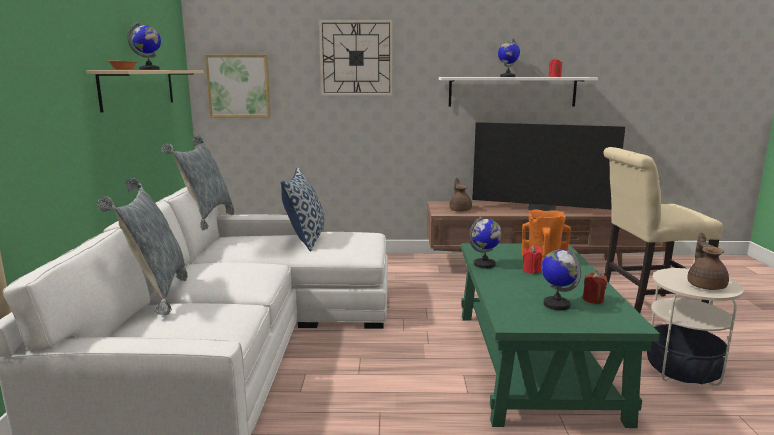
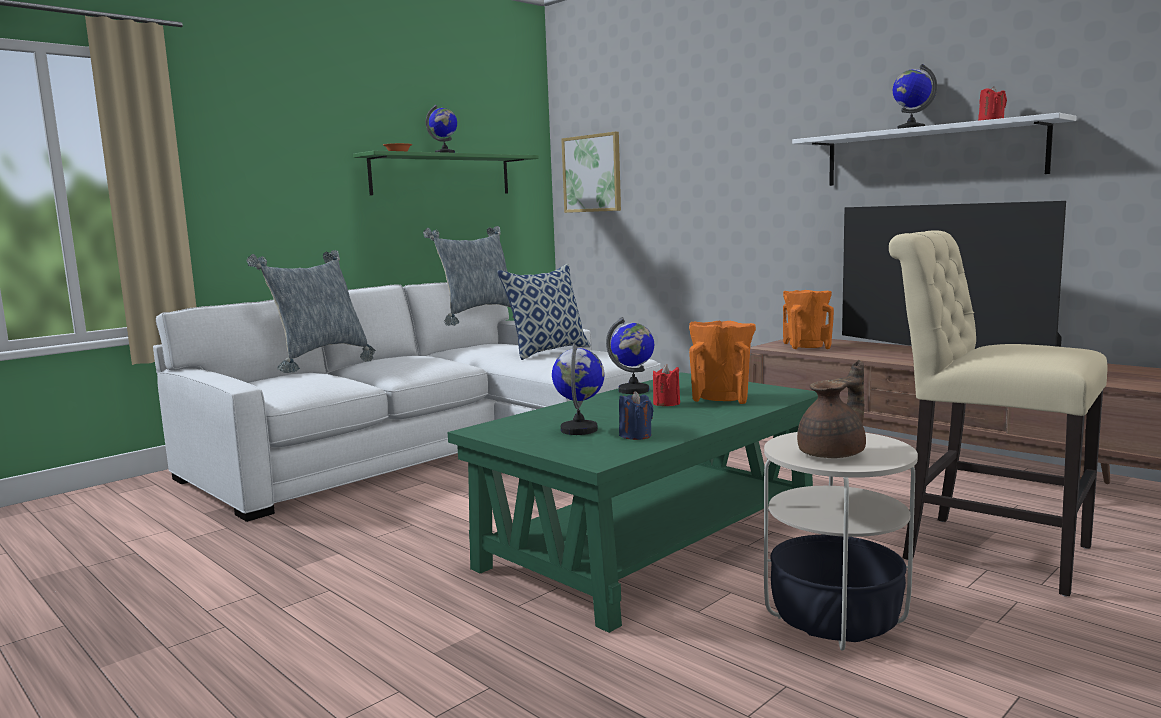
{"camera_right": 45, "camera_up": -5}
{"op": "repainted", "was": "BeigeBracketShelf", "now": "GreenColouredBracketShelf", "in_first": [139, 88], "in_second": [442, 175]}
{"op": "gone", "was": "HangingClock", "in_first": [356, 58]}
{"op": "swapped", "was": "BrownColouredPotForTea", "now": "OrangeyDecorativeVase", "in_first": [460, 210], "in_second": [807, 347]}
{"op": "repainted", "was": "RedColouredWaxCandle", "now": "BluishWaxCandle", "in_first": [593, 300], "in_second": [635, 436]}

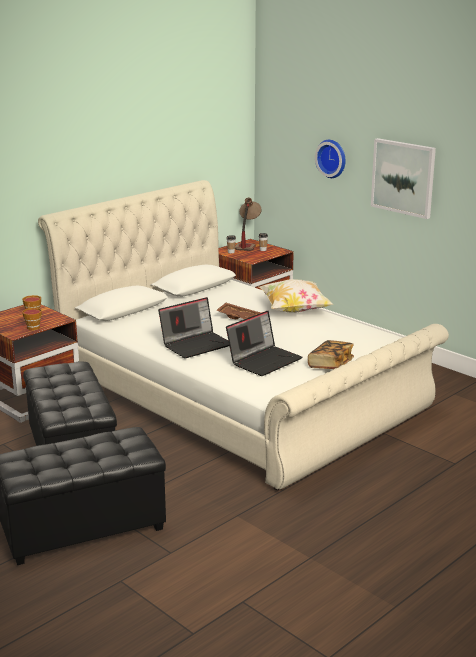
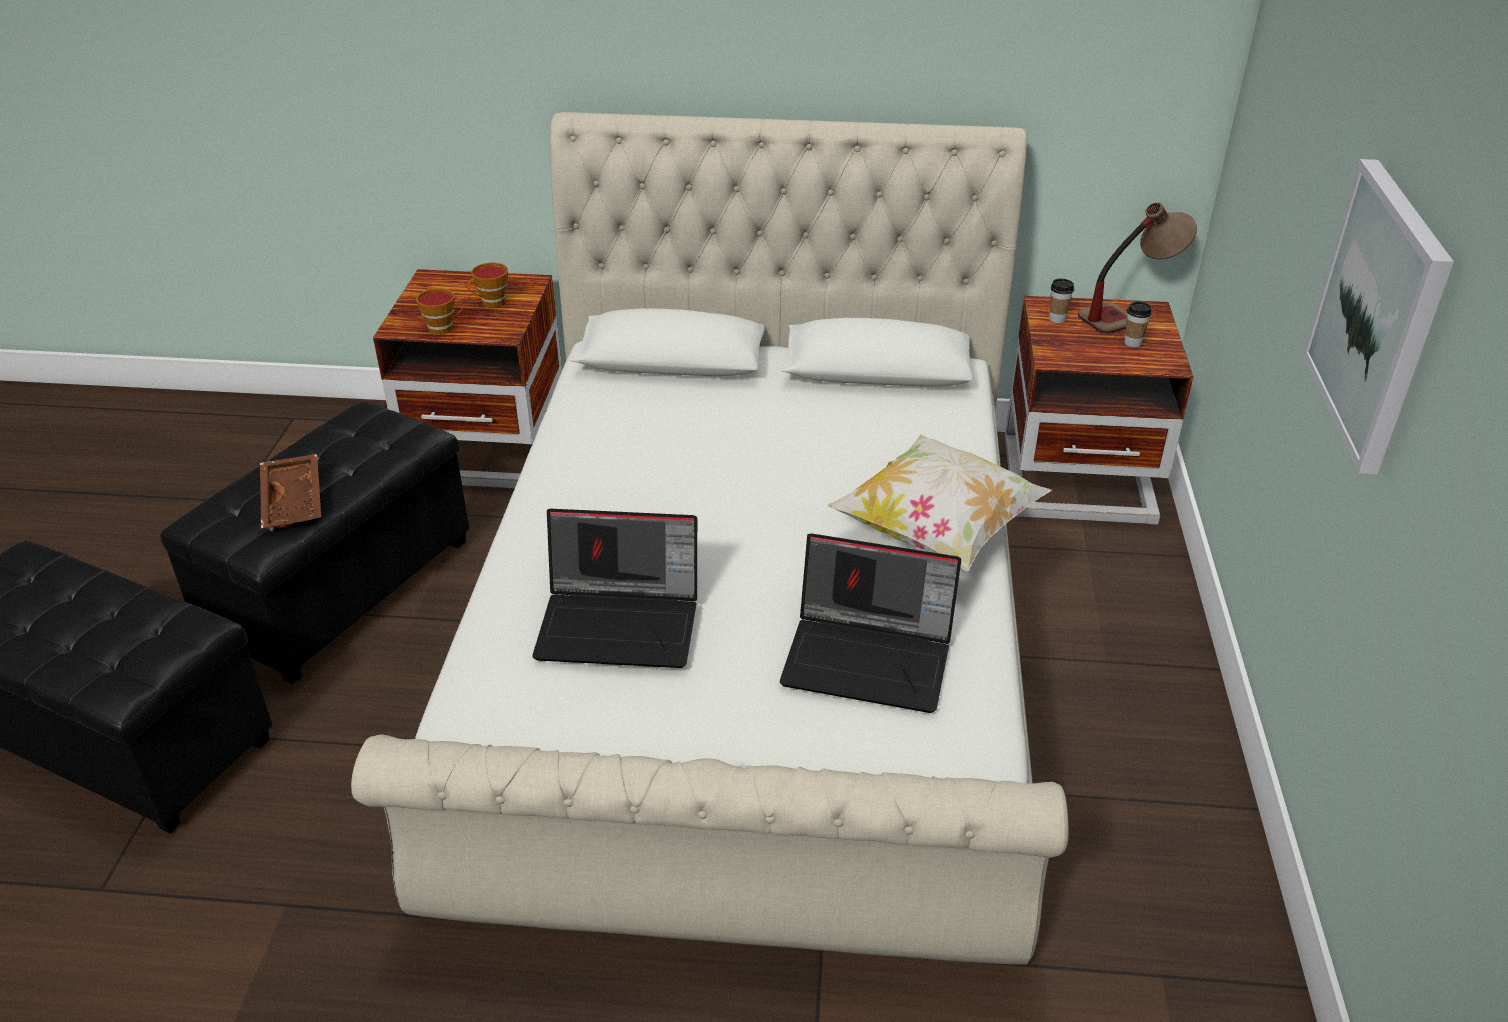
{"camera_right": 50, "camera_up": 15}
{"op": "shifted", "was": "NotebookComputer", "in_first": [196, 344], "in_second": [870, 658]}
{"op": "shifted", "was": "BrownColouredTray", "in_first": [239, 317], "in_second": [295, 501]}
{"op": "gone", "was": "BoundBook", "in_first": [330, 365]}
{"op": "gone", "was": "HangingClock", "in_first": [332, 158]}

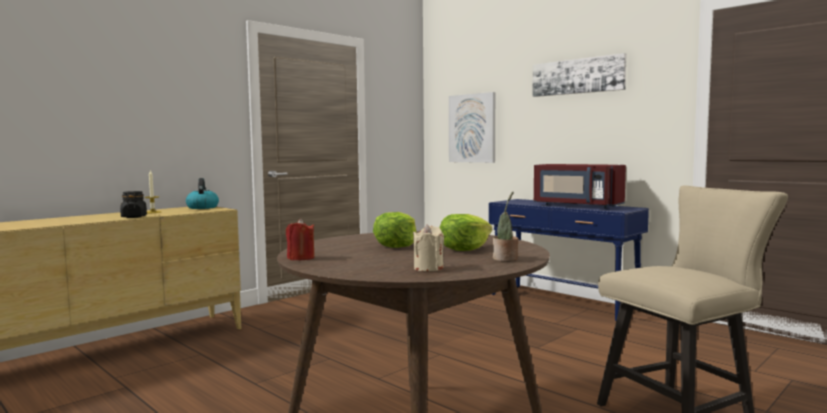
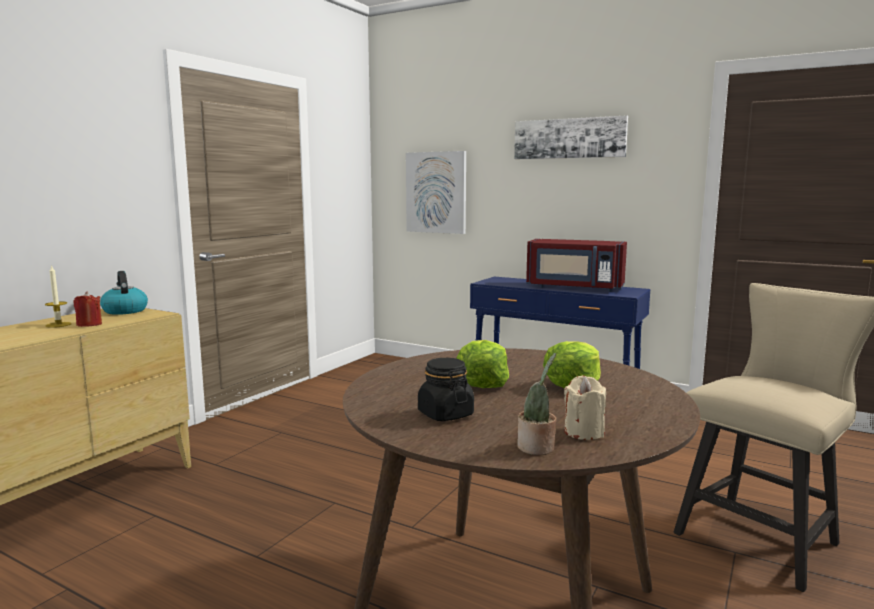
{"camera_right": -15, "camera_up": 5}
{"op": "shifted", "was": "BlackJar", "in_first": [134, 217], "in_second": [445, 414]}
{"op": "shifted", "was": "RedColouredWaxCandle", "in_first": [300, 258], "in_second": [89, 324]}
{"op": "shifted", "was": "PlantInAPot", "in_first": [506, 259], "in_second": [537, 448]}

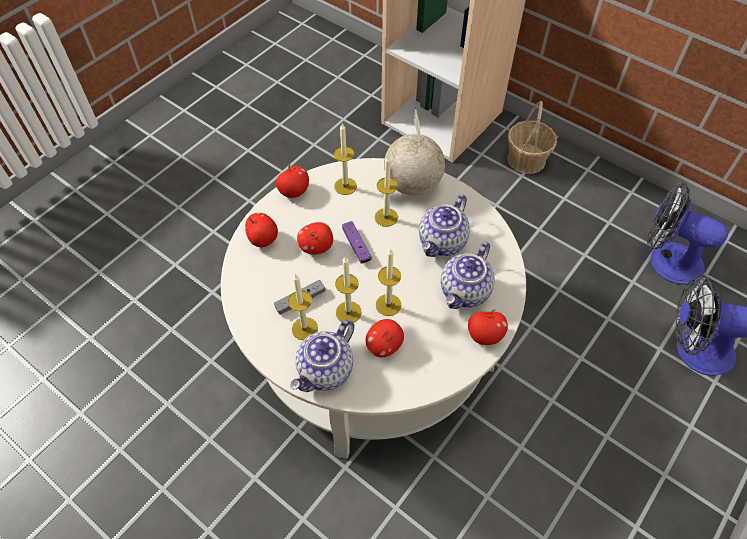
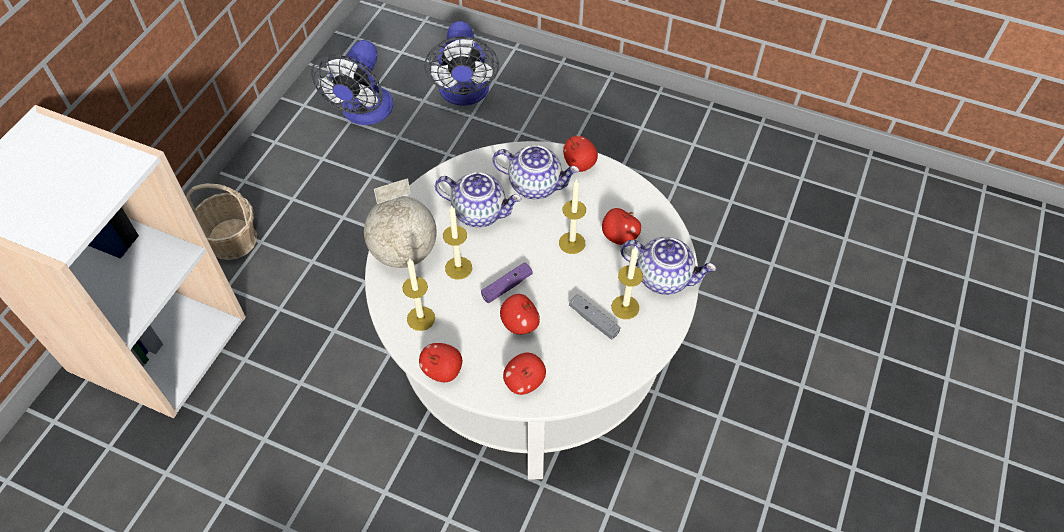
{"camera_right": -105, "camera_up": 0}
{"op": "gone", "was": "WaxCandle", "in_first": [348, 312]}

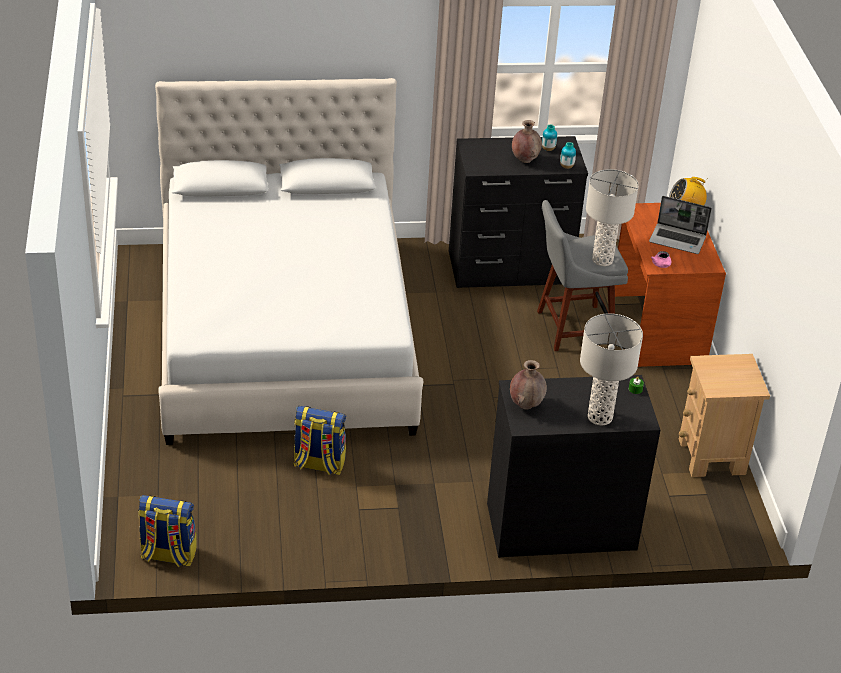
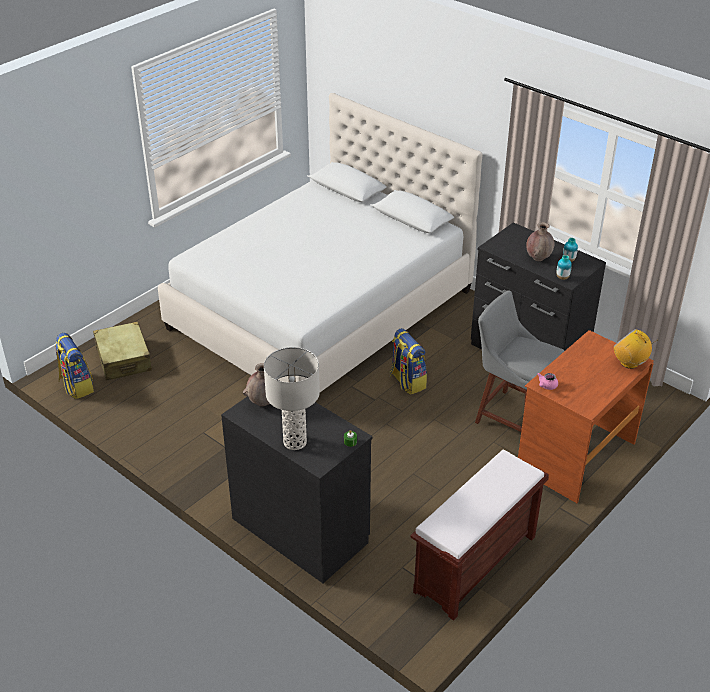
{"camera_right": 50, "camera_up": 0}
{"op": "shifted", "was": "Backpack", "in_first": [319, 464], "in_second": [407, 381]}
{"op": "gone", "was": "WhitishTableLamp", "in_first": [603, 260]}
{"op": "gone", "was": "NotebookComputer", "in_first": [678, 240]}
{"op": "swapped", "was": "BeigeNightstand", "now": "BrownColouredIndoorBench", "in_first": [710, 457], "in_second": [475, 565]}
{"op": "new", "now": "BeigePieceOfLuggage", "in_second": [123, 359]}

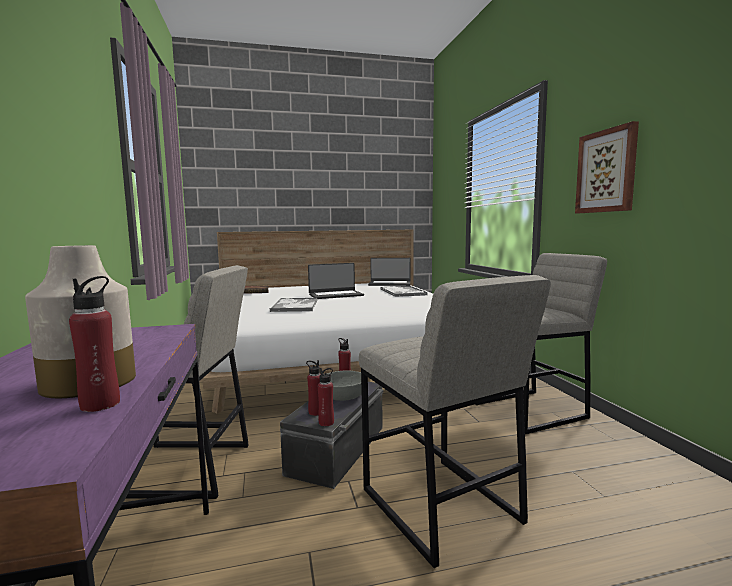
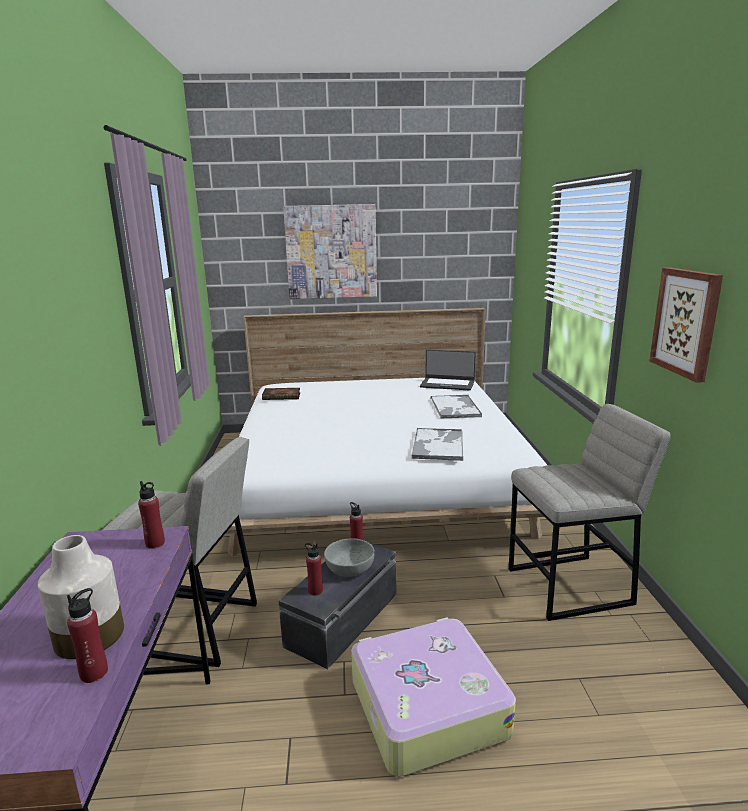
{"camera_right": 10, "camera_up": 10}
{"op": "shifted", "was": "Tray", "in_first": [295, 305], "in_second": [438, 444]}
{"op": "gone", "was": "NotebookComputer", "in_first": [335, 295]}
{"op": "shifted", "was": "RedColouredBeverageBottle", "in_first": [326, 423], "in_second": [155, 543]}
{"op": "swapped", "was": "GreyChair", "now": "PieceOfLuggage", "in_first": [443, 507], "in_second": [426, 706]}
{"op": "new", "now": "WallPicture", "in_second": [331, 252]}

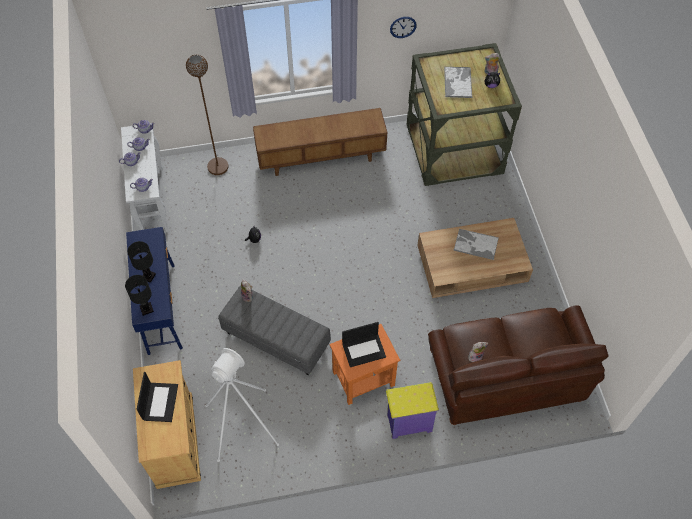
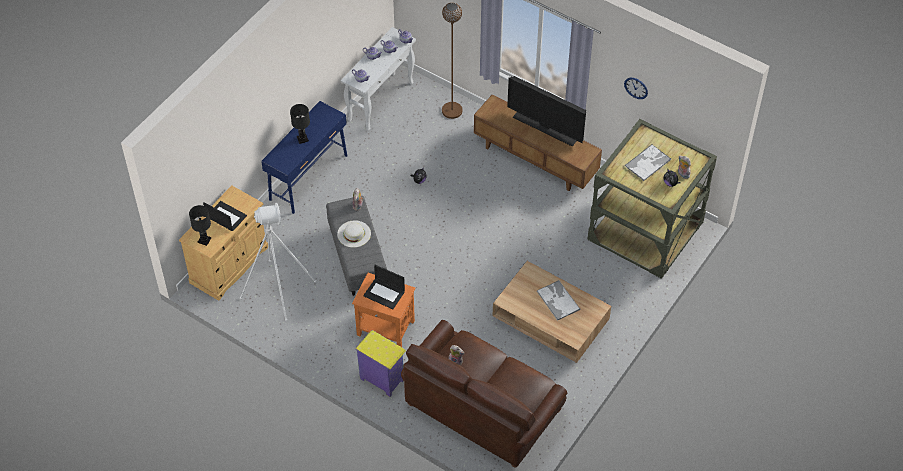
{"camera_right": 45, "camera_up": -5}
{"op": "shifted", "was": "BlackTableLamp", "in_first": [146, 309], "in_second": [204, 240]}
{"op": "rotated", "was": "NotebookComputer", "in_first": [160, 401], "in_second": [225, 216], "clockwise": -105}
{"op": "new", "now": "WhitishWearableHat", "in_second": [354, 234]}
{"op": "new", "now": "Television", "in_second": [545, 128]}

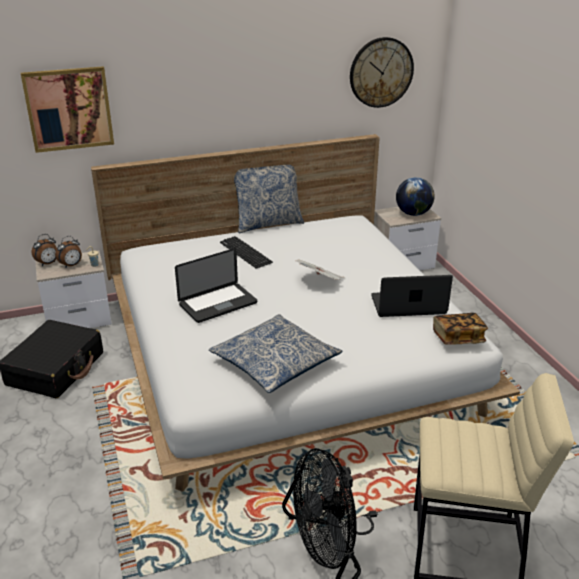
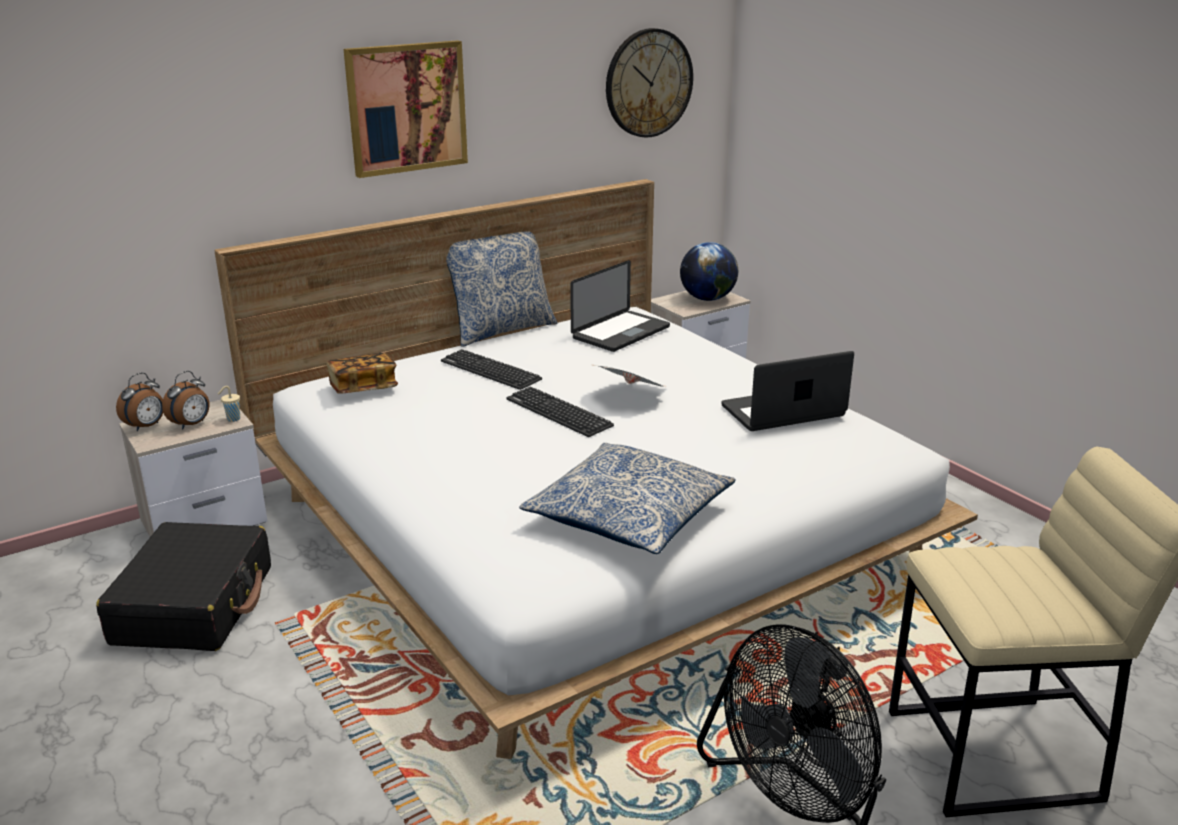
{"camera_right": -15, "camera_up": -5}
{"op": "shifted", "was": "WallPicture", "in_first": [69, 109], "in_second": [406, 108]}
{"op": "shifted", "was": "NotebookComputer", "in_first": [218, 304], "in_second": [621, 333]}
{"op": "shifted", "was": "BoundBook", "in_first": [458, 338], "in_second": [363, 388]}
{"op": "new", "now": "ComputerKeyboard", "in_second": [558, 413]}

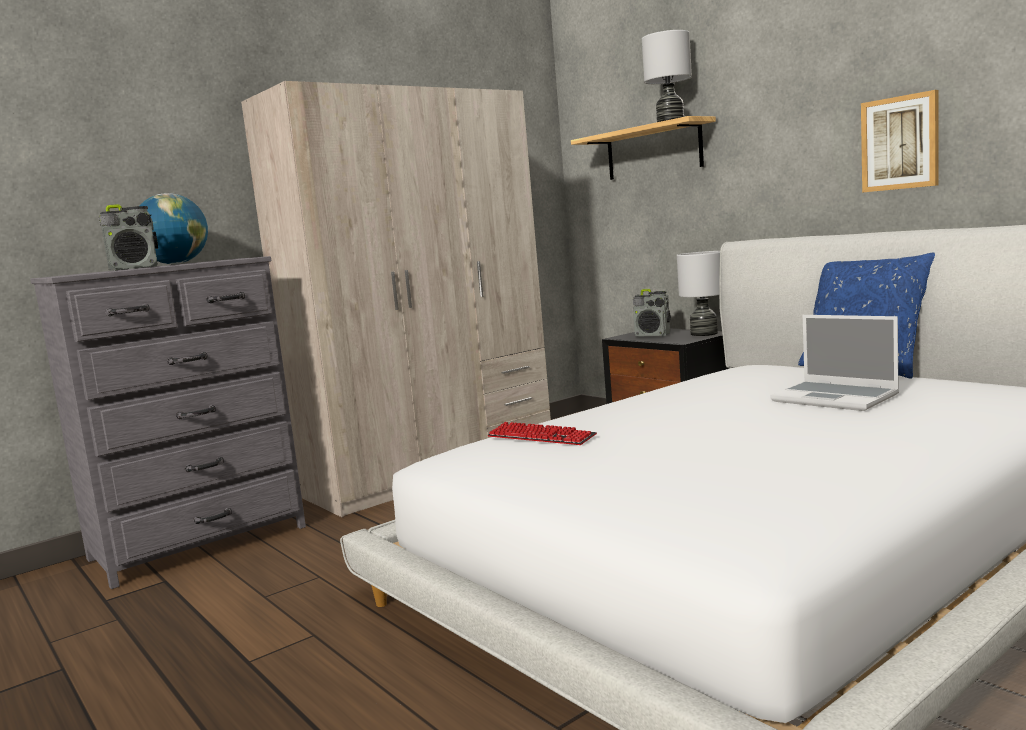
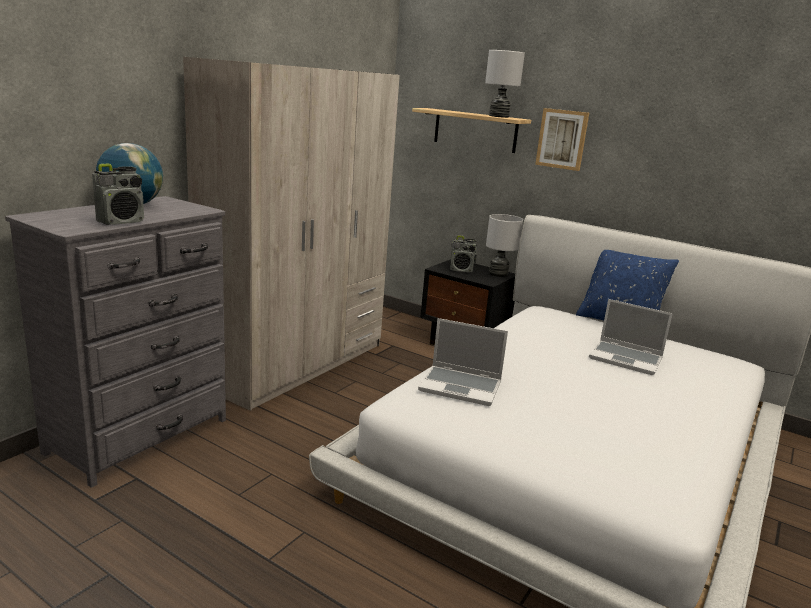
{"camera_right": -20, "camera_up": 10}
{"op": "swapped", "was": "ComputerKeyboard", "now": "NotebookComputer", "in_first": [541, 437], "in_second": [461, 387]}
{"op": "shifted", "was": "WallPicture", "in_first": [900, 143], "in_second": [562, 139]}

